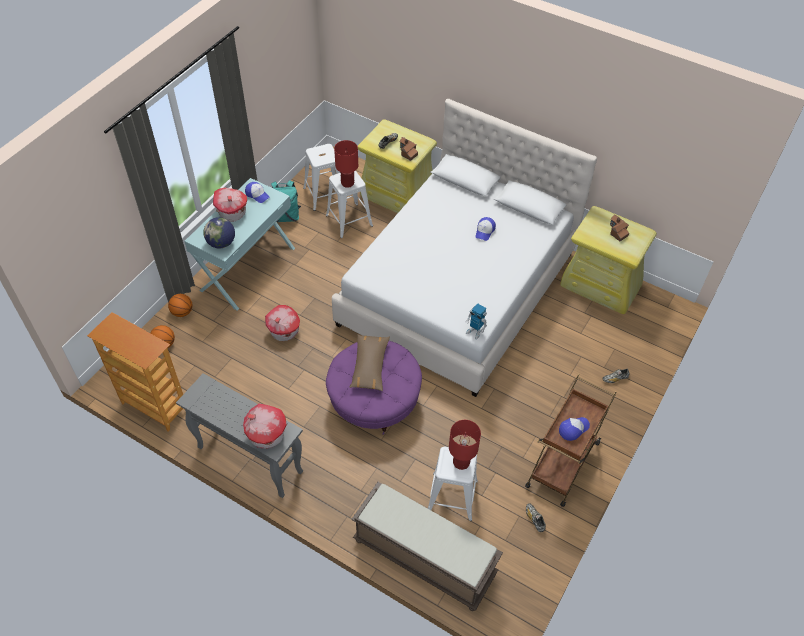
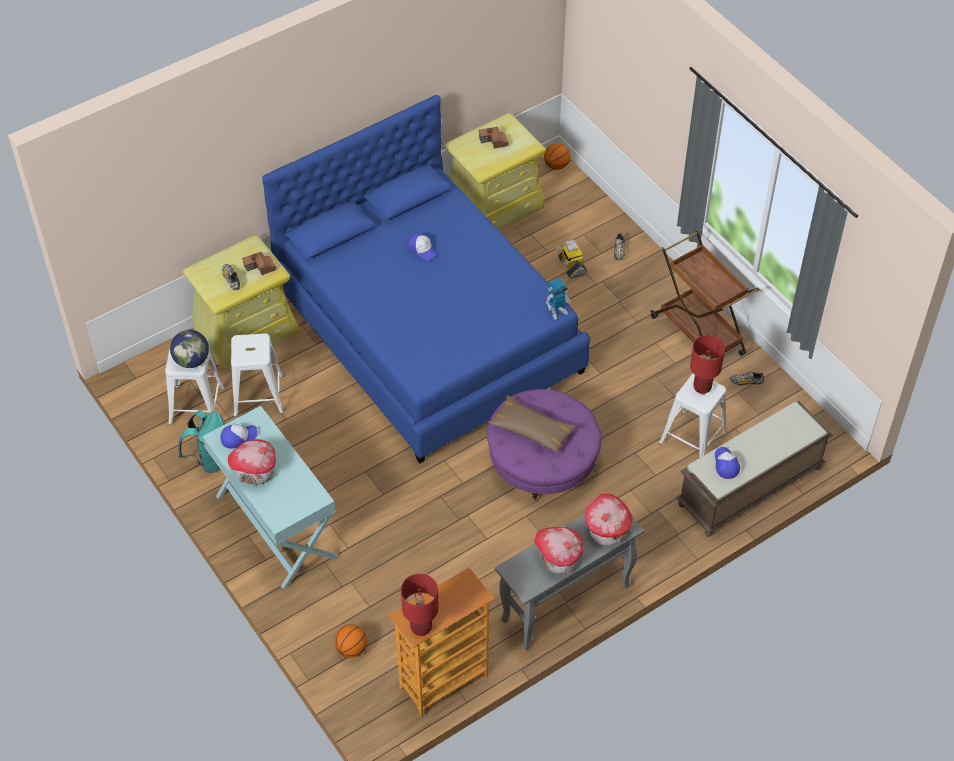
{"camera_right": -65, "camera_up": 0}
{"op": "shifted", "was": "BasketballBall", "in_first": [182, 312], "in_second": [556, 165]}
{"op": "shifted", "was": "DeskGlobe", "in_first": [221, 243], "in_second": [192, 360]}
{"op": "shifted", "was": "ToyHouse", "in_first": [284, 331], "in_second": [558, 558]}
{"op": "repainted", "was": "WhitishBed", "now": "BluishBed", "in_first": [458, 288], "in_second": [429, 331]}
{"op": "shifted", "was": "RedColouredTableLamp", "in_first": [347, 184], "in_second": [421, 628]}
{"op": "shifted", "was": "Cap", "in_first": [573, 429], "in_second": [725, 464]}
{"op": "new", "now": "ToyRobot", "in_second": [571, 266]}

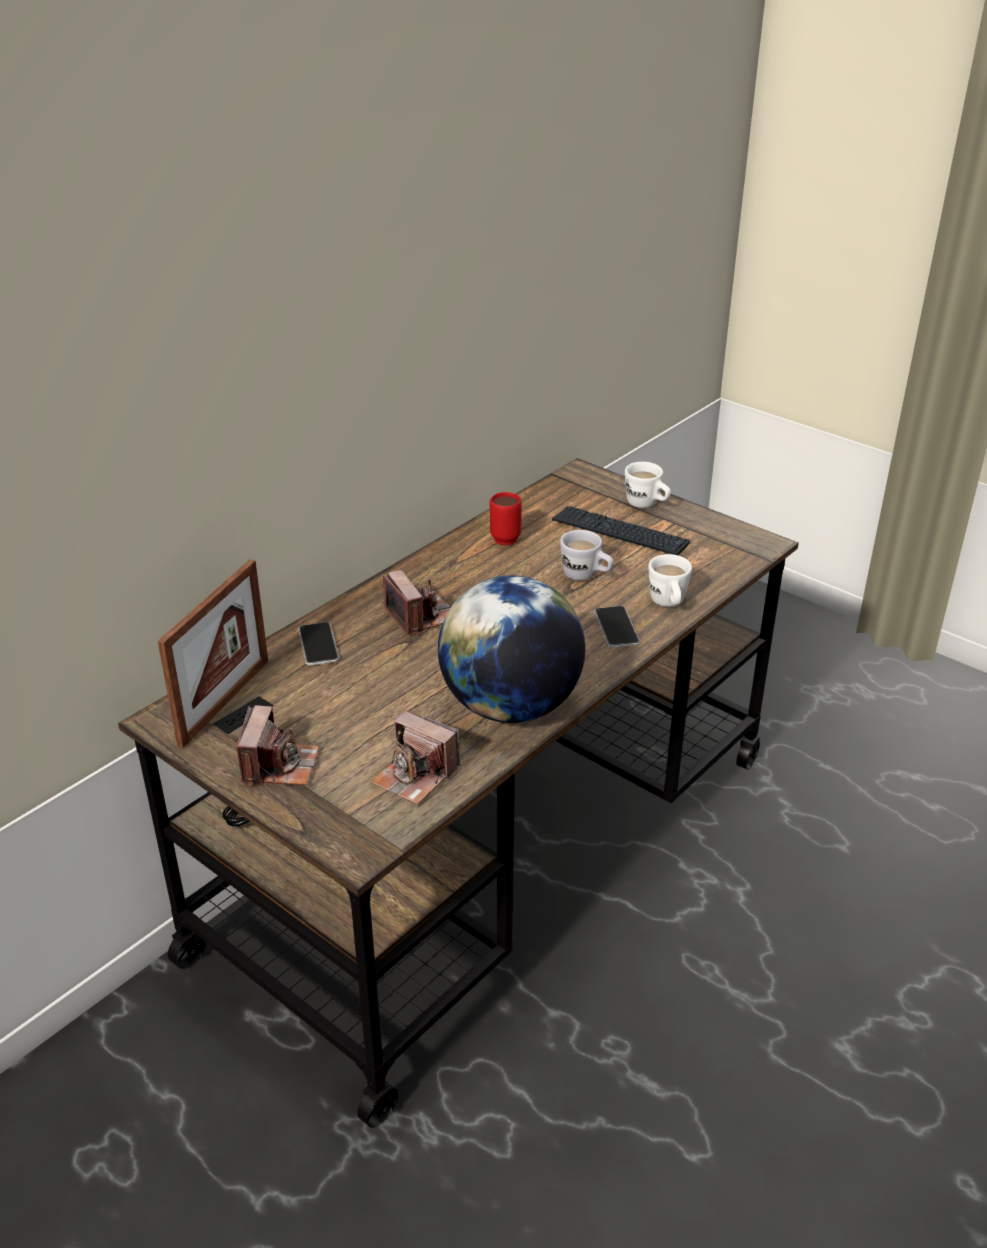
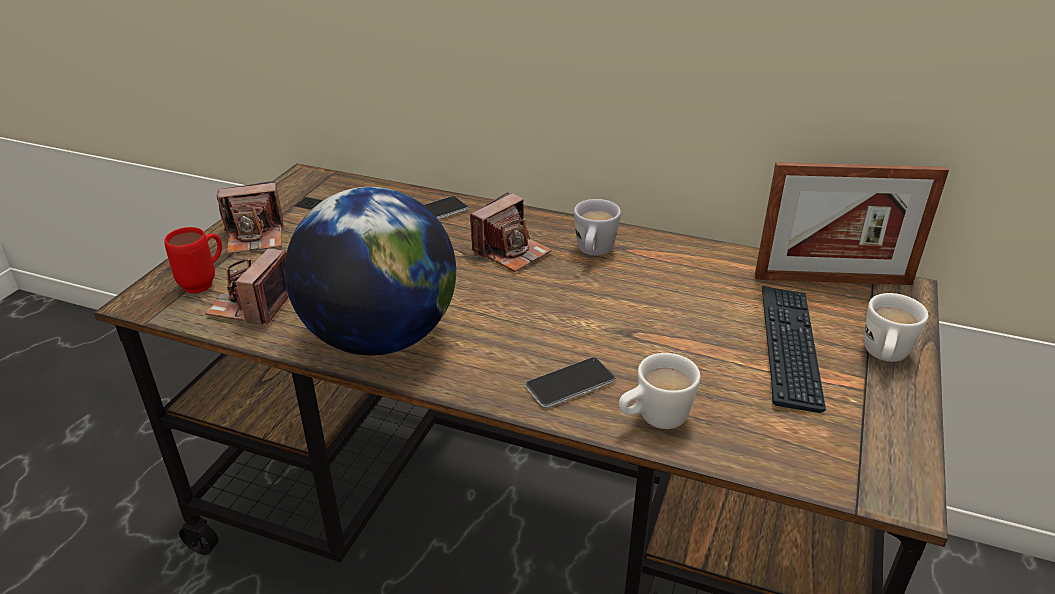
{"camera_right": 70, "camera_up": 0}
{"op": "shifted", "was": "PictureFrame", "in_first": [225, 701], "in_second": [832, 280]}
{"op": "shifted", "was": "RedColouredCoffeeMug", "in_first": [502, 537], "in_second": [205, 282]}
{"op": "shifted", "was": "WhitishCoffeeMug", "in_first": [586, 576], "in_second": [593, 253]}

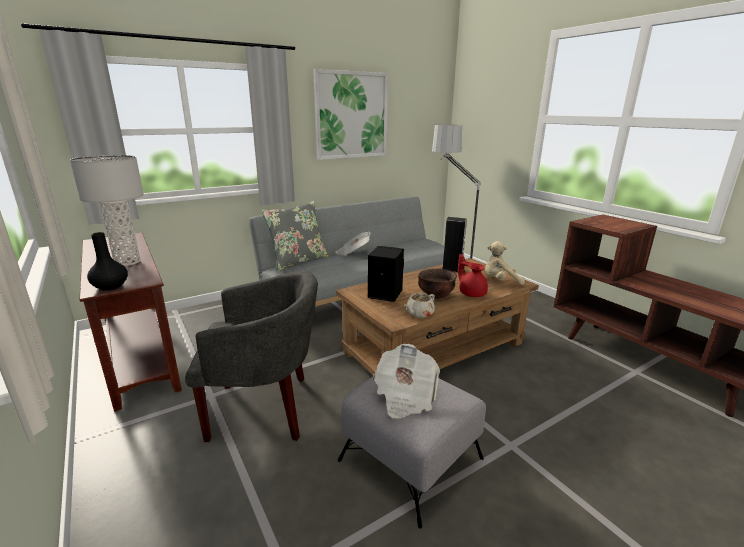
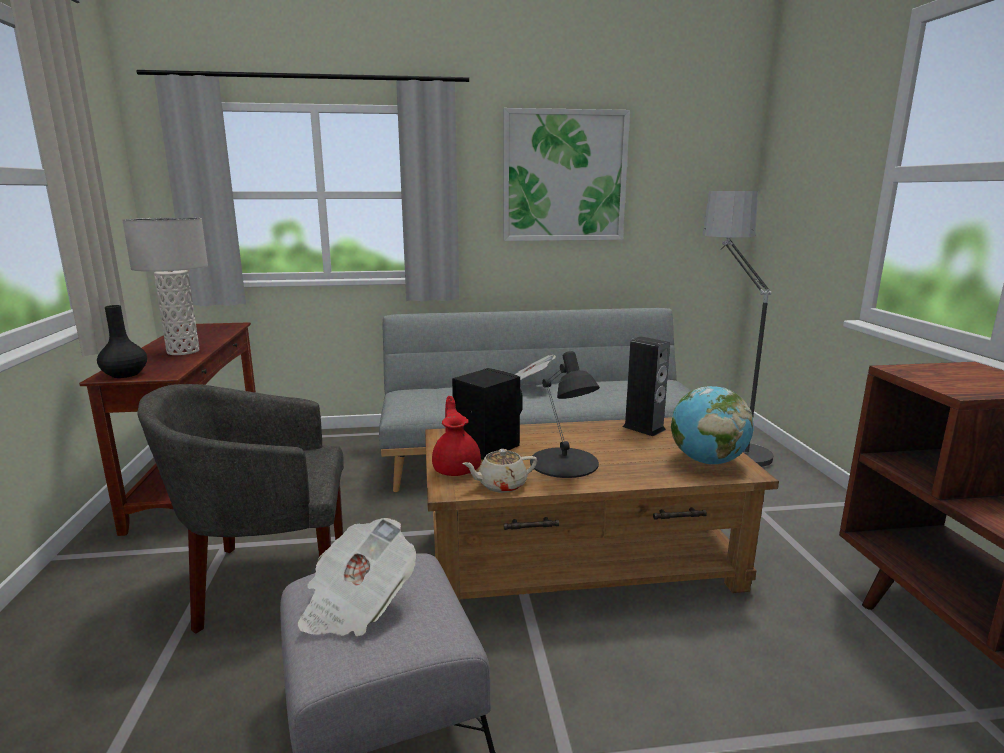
{"camera_right": 25, "camera_up": -5}
{"op": "rotated", "was": "GreyEasyChair", "in_first": [265, 408], "in_second": [267, 580], "clockwise": 150}
{"op": "gone", "was": "GreyCushion", "in_first": [298, 261]}
{"op": "swapped", "was": "BrownColouredDeepDish", "now": "BlackTableLamp", "in_first": [436, 295], "in_second": [564, 463]}
{"op": "shifted", "was": "RedColouredPotForTea", "in_first": [471, 293], "in_second": [457, 468]}
{"op": "swapped", "was": "BeigeCuddlyToy", "now": "DeskGlobe", "in_first": [500, 281], "in_second": [707, 461]}

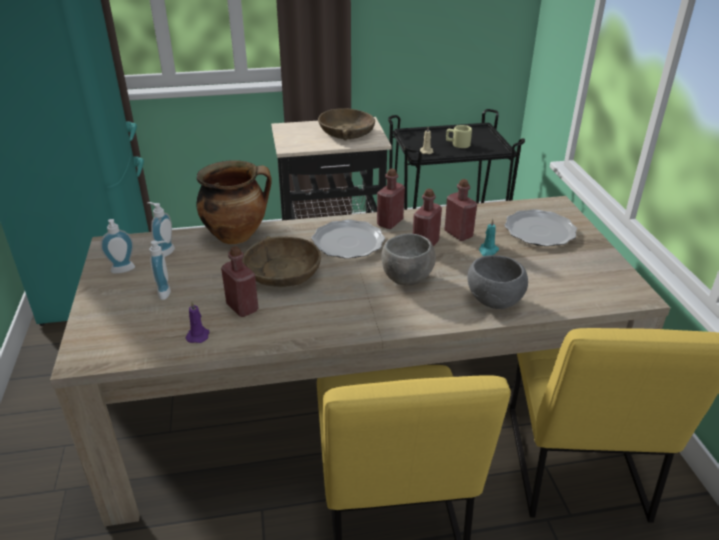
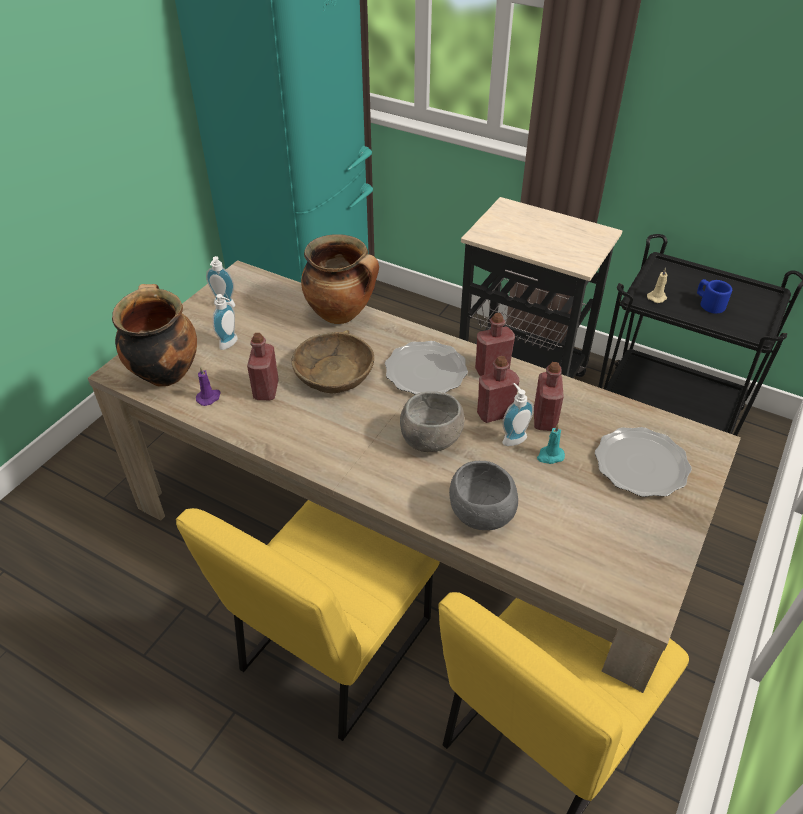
{"camera_right": 40, "camera_up": 10}
{"op": "shifted", "was": "SoapDispenser", "in_first": [164, 251], "in_second": [512, 438]}
{"op": "gone", "was": "BrownColouredDeepDish", "in_first": [346, 132]}
{"op": "repainted", "was": "BeigeCoffeeMug", "now": "BluishCoffeeMug", "in_first": [457, 144], "in_second": [709, 304]}
{"op": "new", "now": "Saucepot", "in_second": [165, 372]}

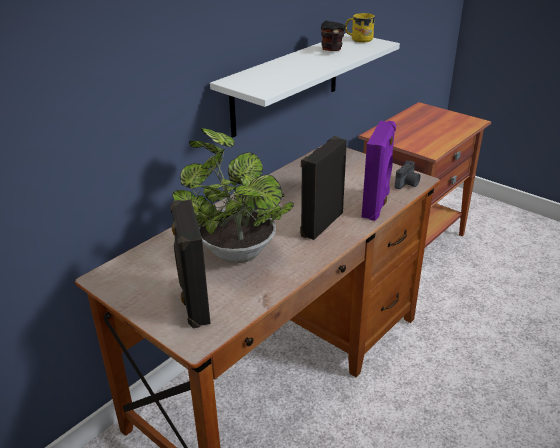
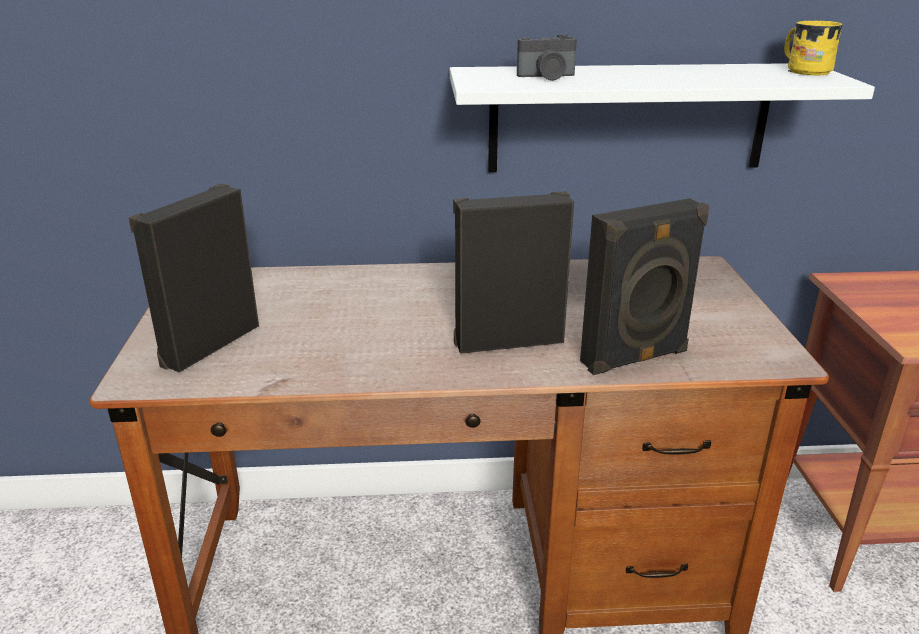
{"camera_right": 45, "camera_up": -5}
{"op": "gone", "was": "PlantInAPot", "in_first": [234, 250]}
{"op": "gone", "was": "CoffeeMug", "in_first": [332, 51]}
{"op": "repainted", "was": "PurpleAudioSpeaker", "now": "BlackAudioSpeaker", "in_first": [376, 205], "in_second": [636, 358]}
{"op": "shifted", "was": "StillCamera", "in_first": [407, 184], "in_second": [547, 77]}

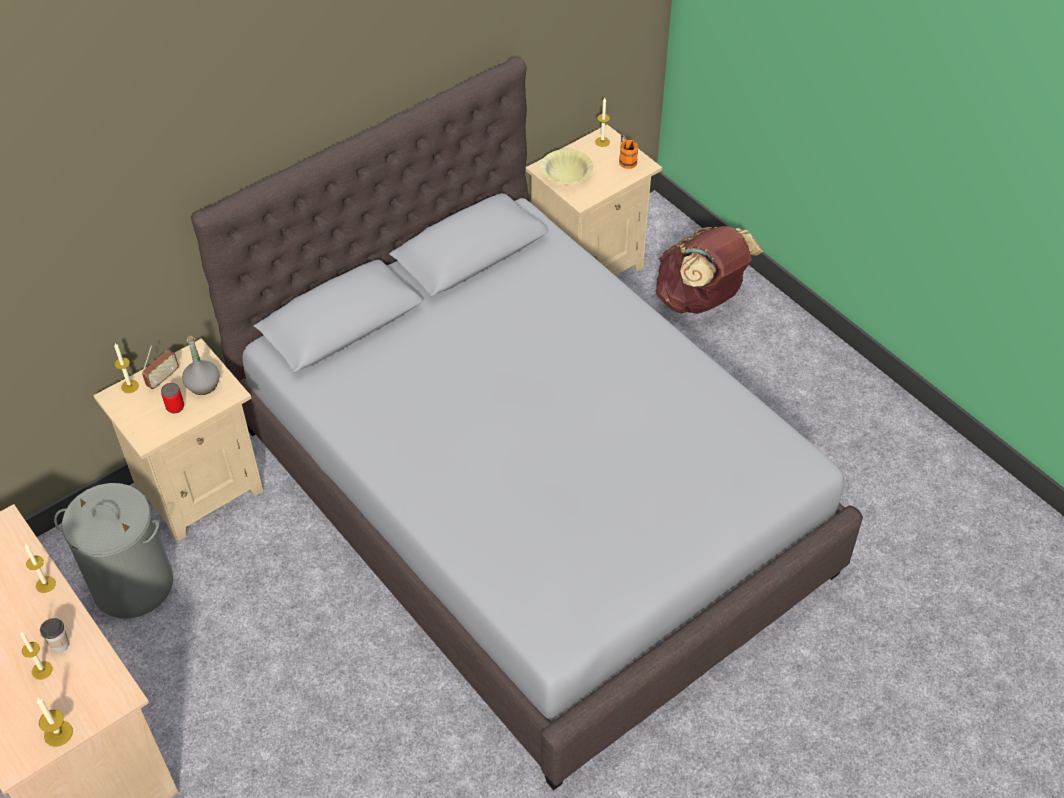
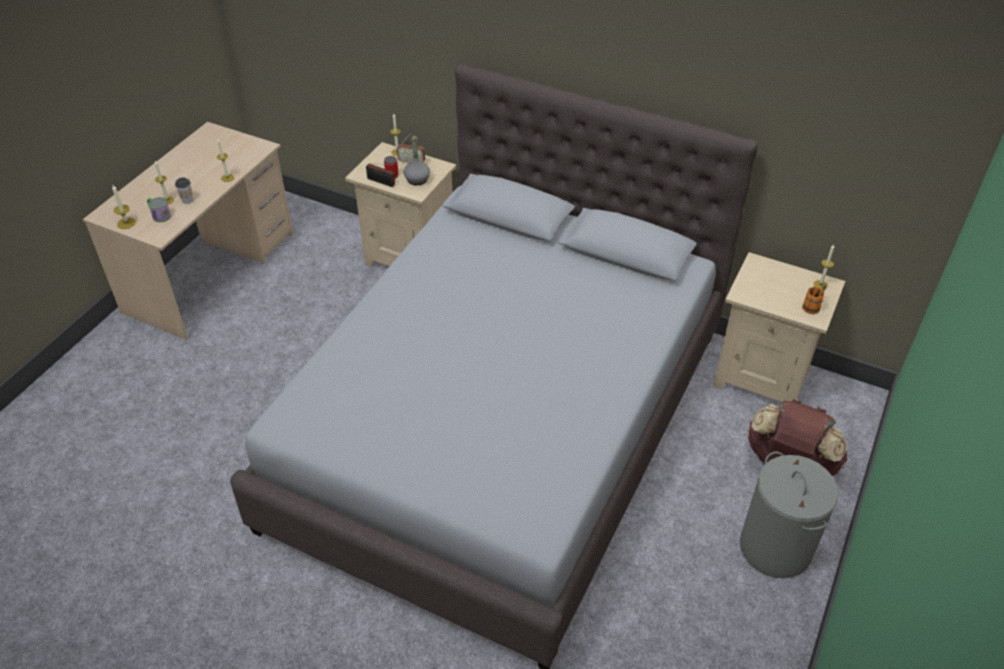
{"camera_right": 65, "camera_up": -5}
{"op": "shifted", "was": "GreyLaundryBasket", "in_first": [132, 585], "in_second": [775, 547]}
{"op": "gone", "was": "YellowColouredDeepDish", "in_first": [566, 174]}
{"op": "new", "now": "CoffeeMug", "in_second": [159, 215]}
{"op": "new", "now": "RadioReceiver", "in_second": [382, 182]}

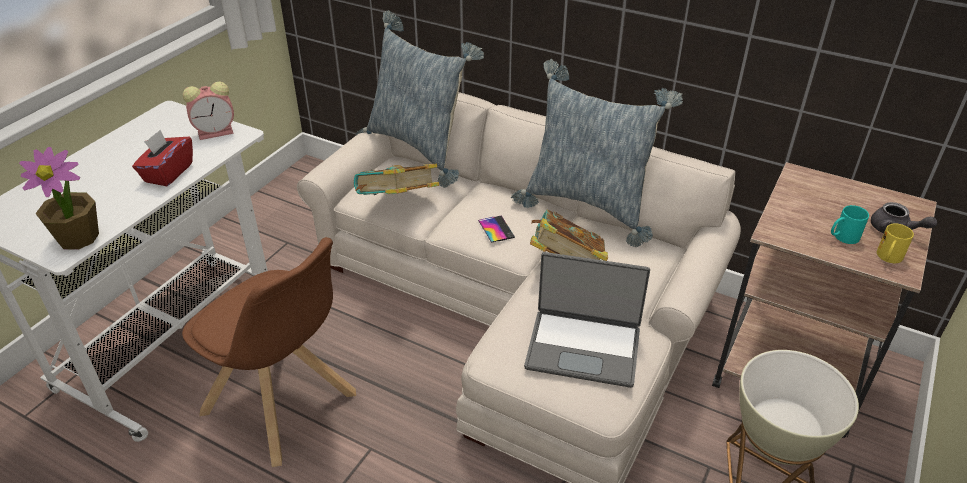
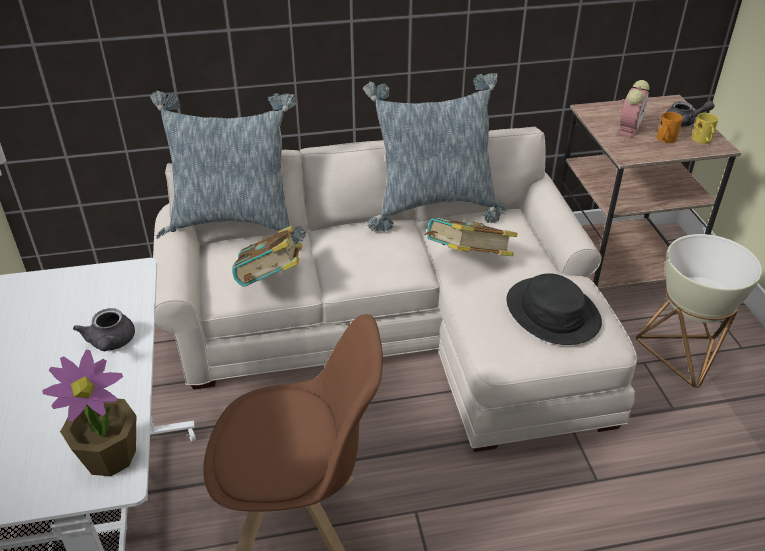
{"camera_right": -40, "camera_up": 0}
{"op": "swapped", "was": "RedColouredTissueBox", "now": "GreyPotForTea", "in_first": [168, 173], "in_second": [111, 343]}
{"op": "shifted", "was": "TableClock", "in_first": [217, 132], "in_second": [629, 128]}
{"op": "gone", "was": "Telephone", "in_first": [496, 229]}
{"op": "swapped", "was": "NotebookComputer", "now": "BlackWearableHat", "in_first": [583, 347], "in_second": [553, 312]}
{"op": "repainted", "was": "TurquoiseColouredCoffeeMug", "now": "OrangeyCoffeeMug", "in_first": [842, 237], "in_second": [665, 140]}

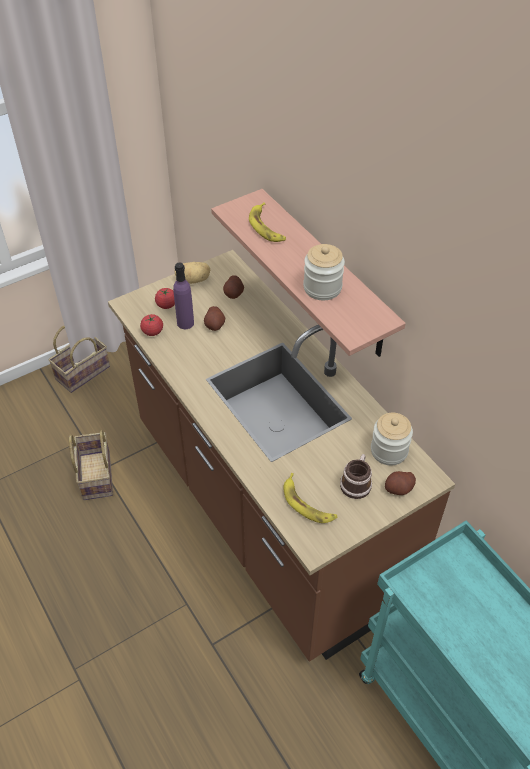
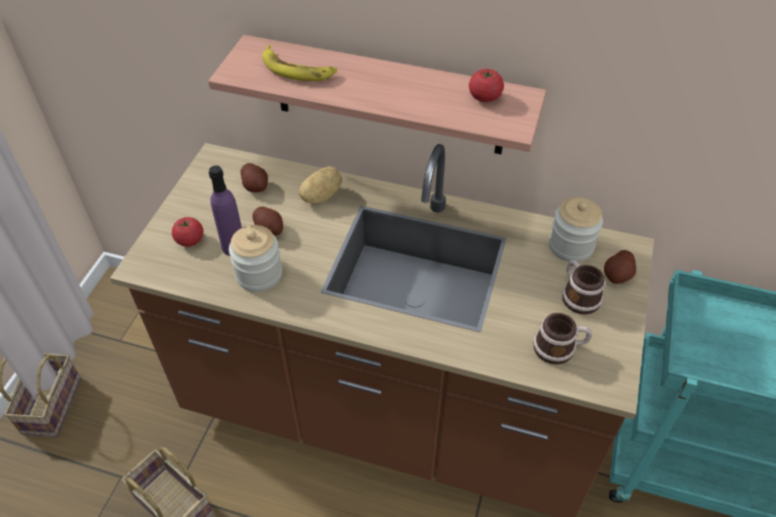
{"camera_right": -40, "camera_up": 0}
{"op": "shifted", "was": "FreshTomato", "in_first": [152, 331], "in_second": [484, 97]}
{"op": "shifted", "was": "WholePotato", "in_first": [193, 280], "in_second": [320, 195]}
{"op": "swapped", "was": "BananaFruit", "now": "CoffeeMug", "in_first": [307, 503], "in_second": [559, 348]}
{"op": "shifted", "was": "Jar", "in_first": [322, 288], "in_second": [259, 274]}

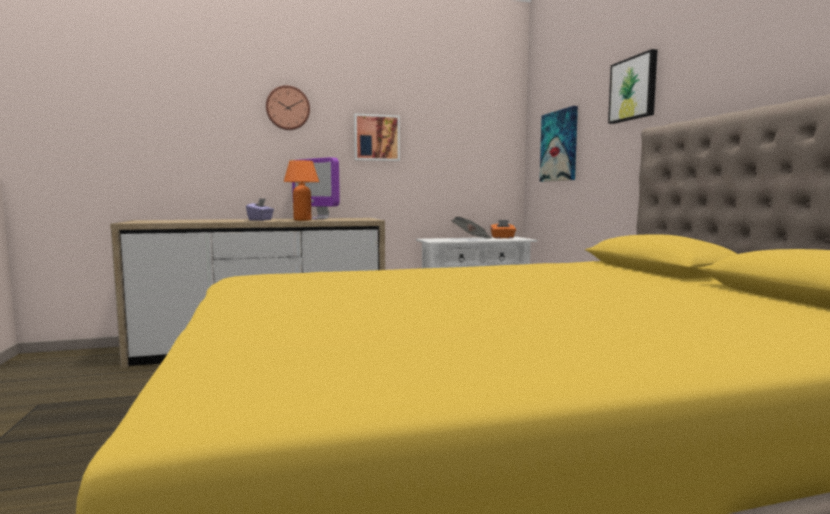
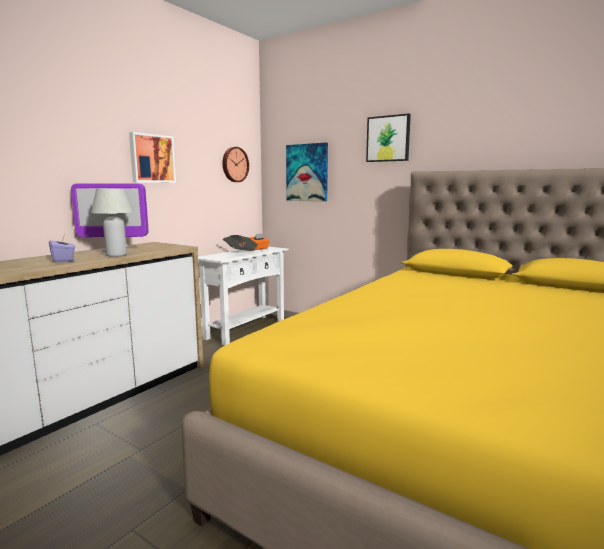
{"camera_right": -40, "camera_up": 5}
{"op": "shifted", "was": "HangingClock", "in_first": [288, 108], "in_second": [234, 164]}
{"op": "repainted", "was": "OrangeyTableLamp", "now": "WhitishTableLamp", "in_first": [302, 220], "in_second": [116, 255]}

